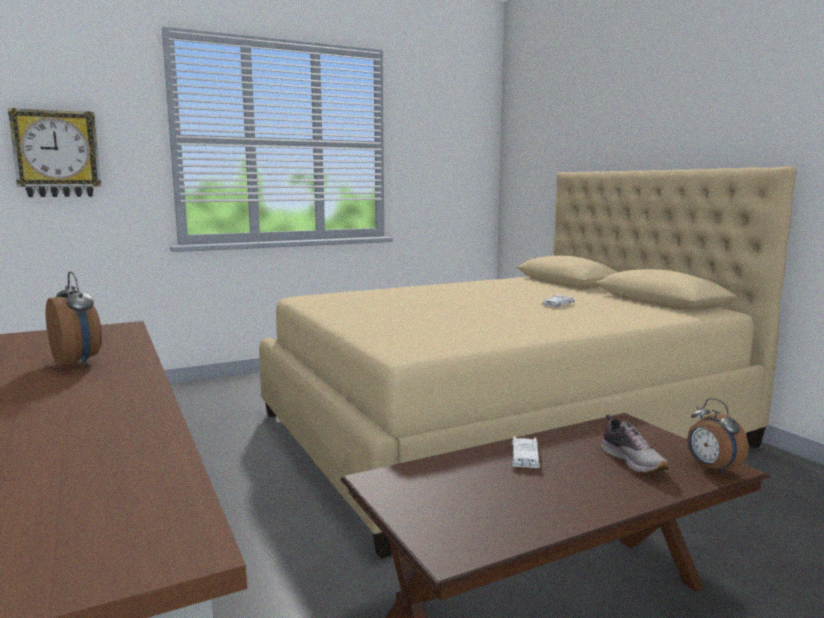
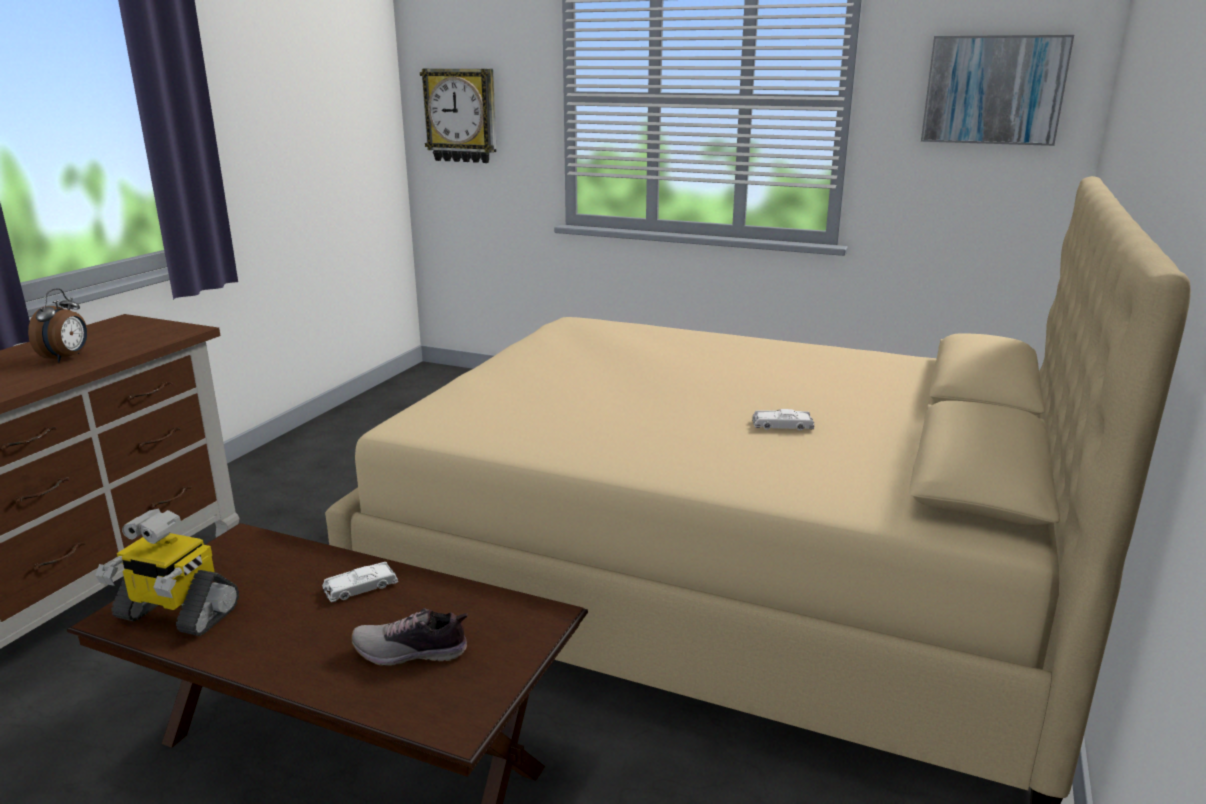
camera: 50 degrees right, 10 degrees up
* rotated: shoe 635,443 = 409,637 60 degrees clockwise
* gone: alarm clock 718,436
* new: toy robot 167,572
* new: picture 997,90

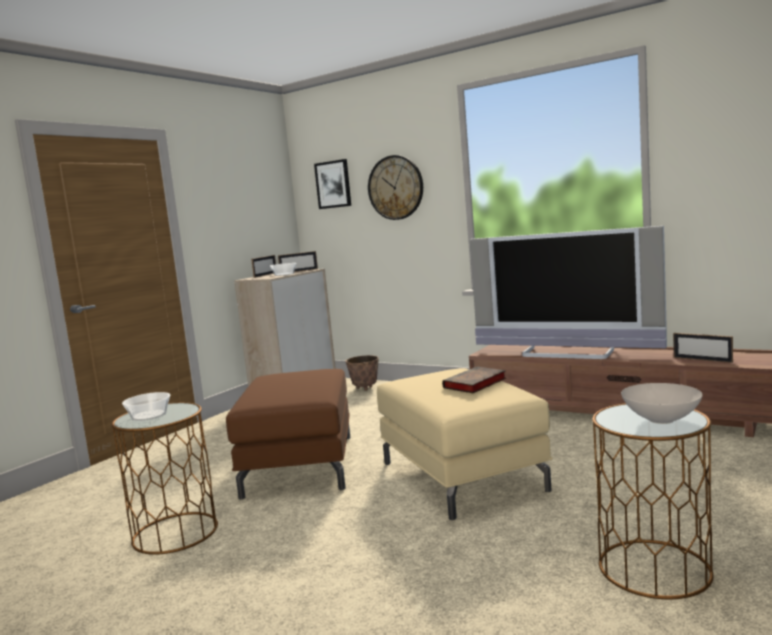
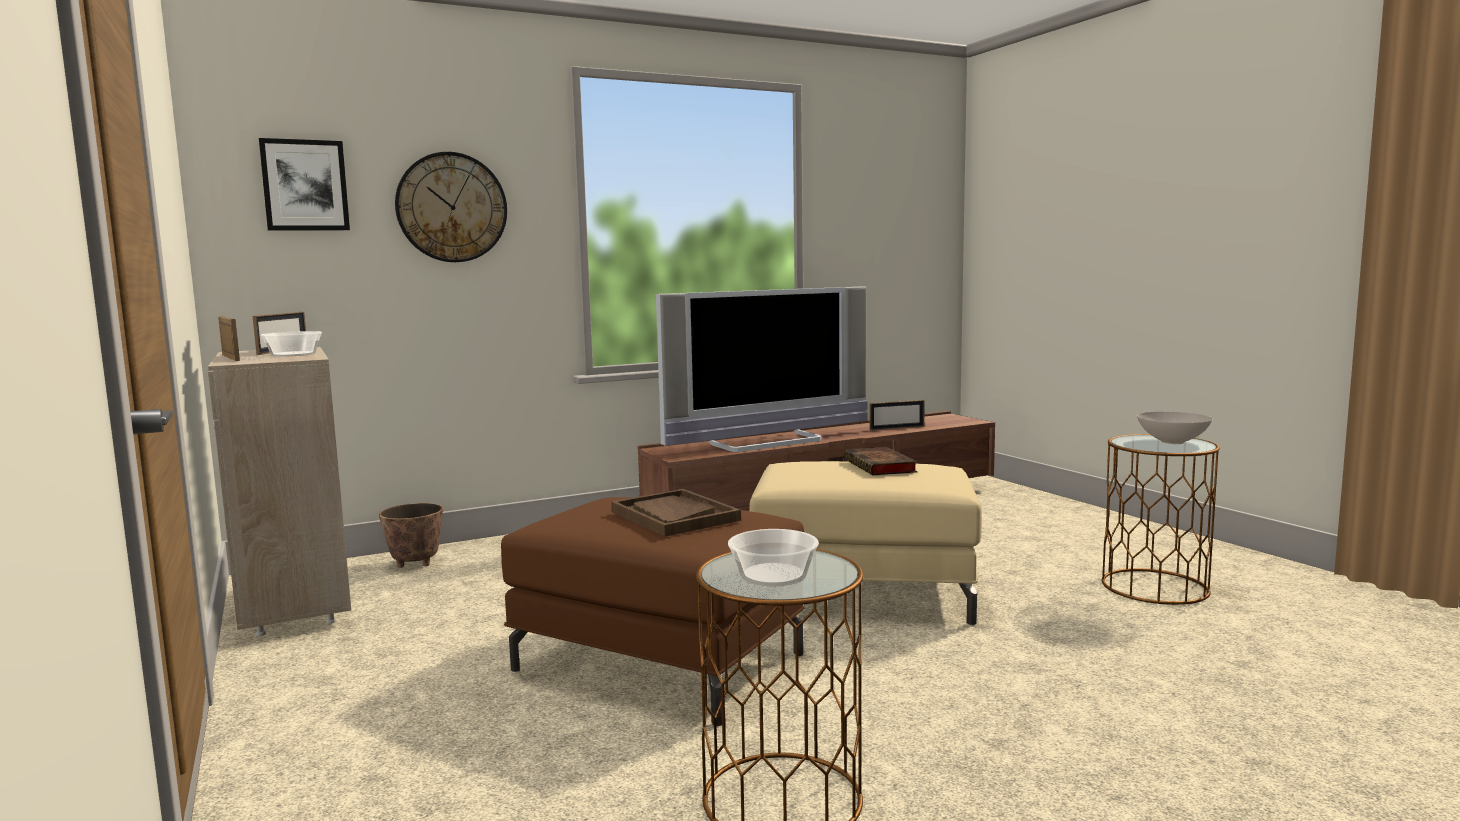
camera: 60 degrees left, 0 degrees up
* new: brown tray 676,513

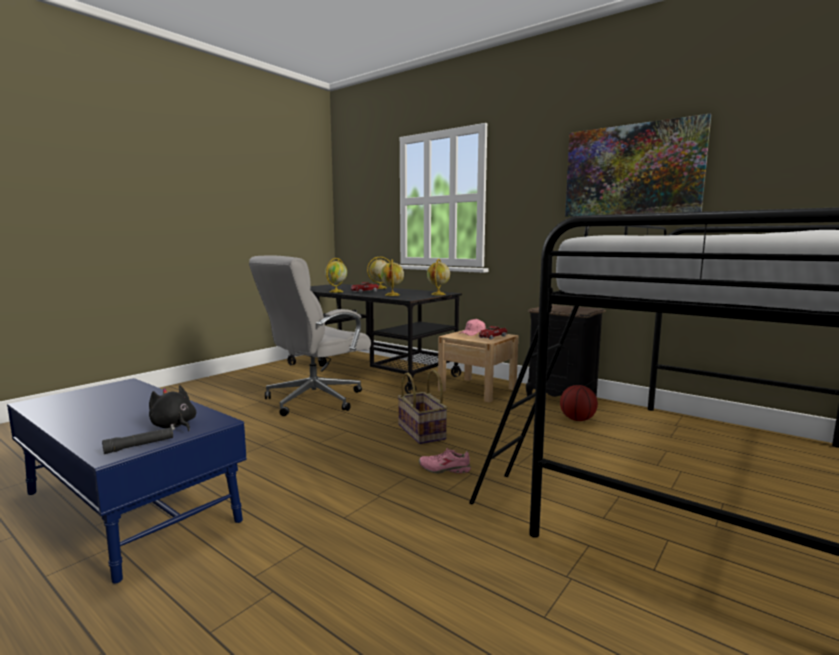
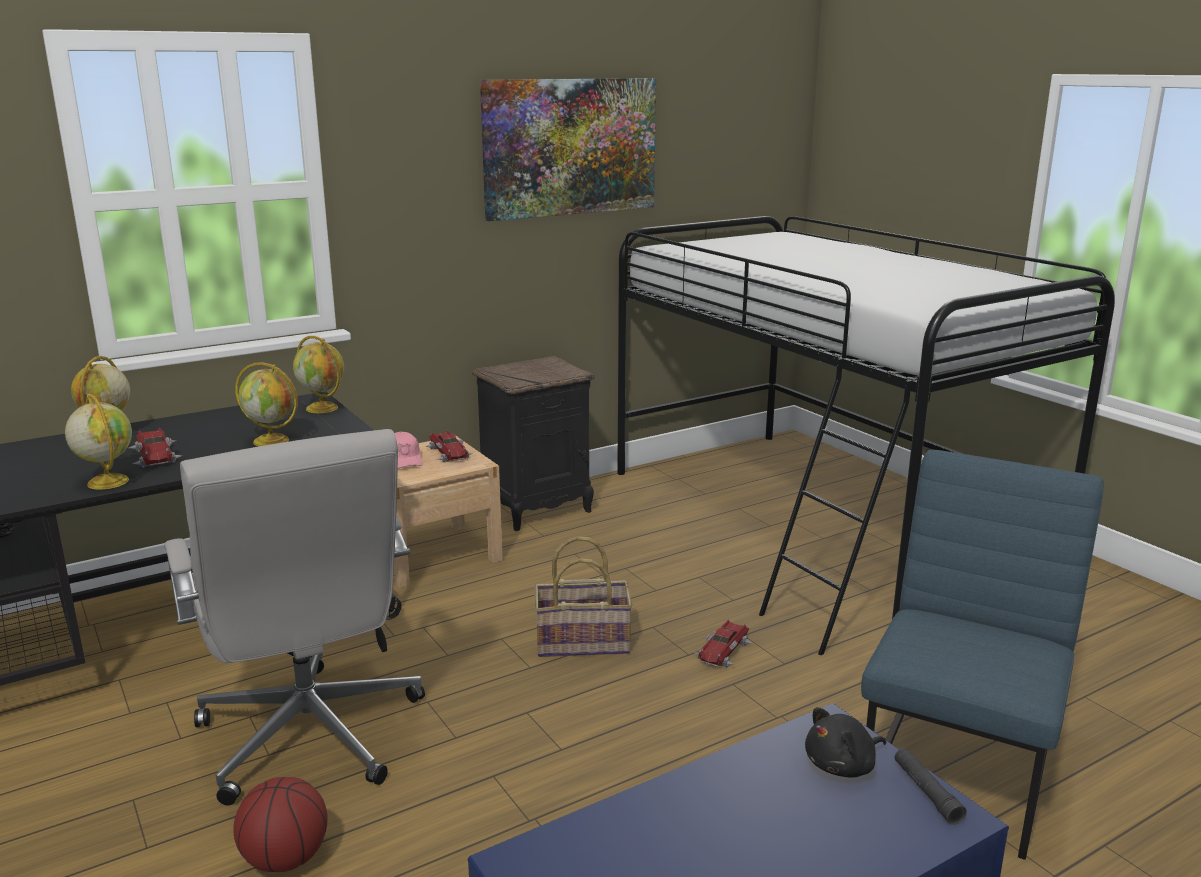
camera: 70 degrees left, 10 degrees up
* swapped: pink shoe 445,461 to toy car 723,644
* shifted: basketball 579,403 to 281,824
* new: blue chair 982,654

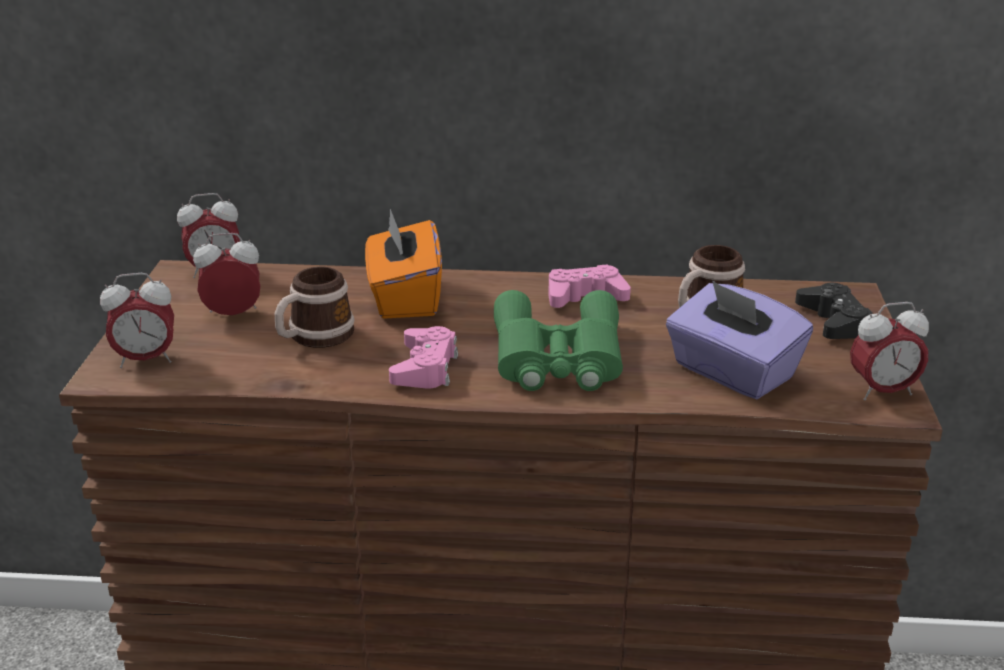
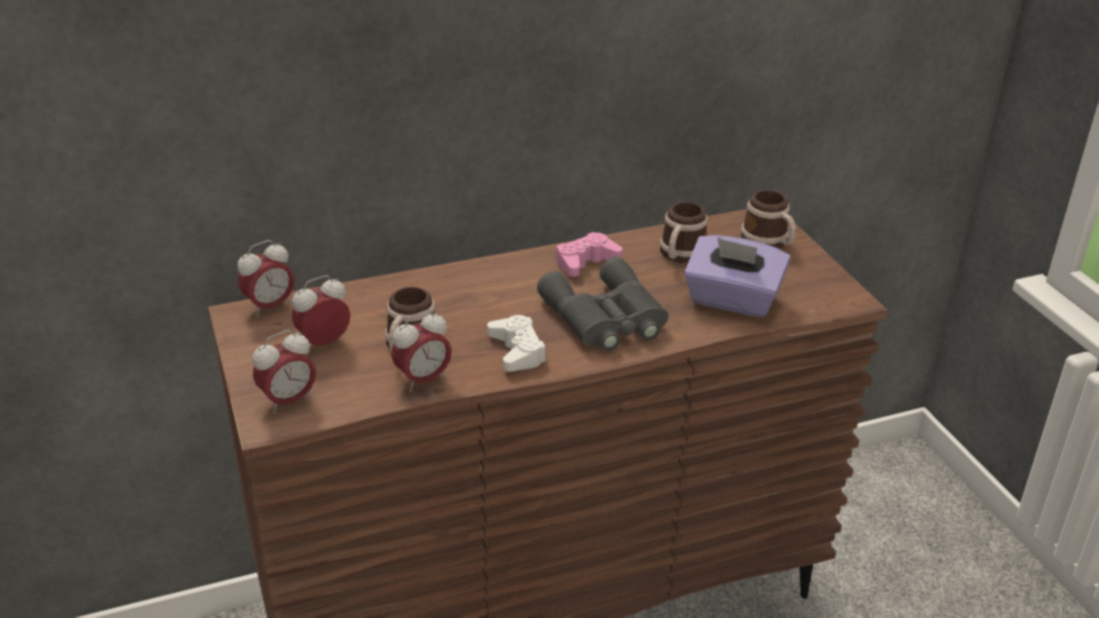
camera: 25 degrees left, 5 degrees up
* gone: orange tissue box 403,264
* repainted: pink game controller 423,357 to white game controller 517,343
* repainted: green binoculars 558,340 to grey binoculars 602,304
* swapped: black game controller 834,311 to mug 768,219
* shifted: alarm clock 889,351 to 421,351

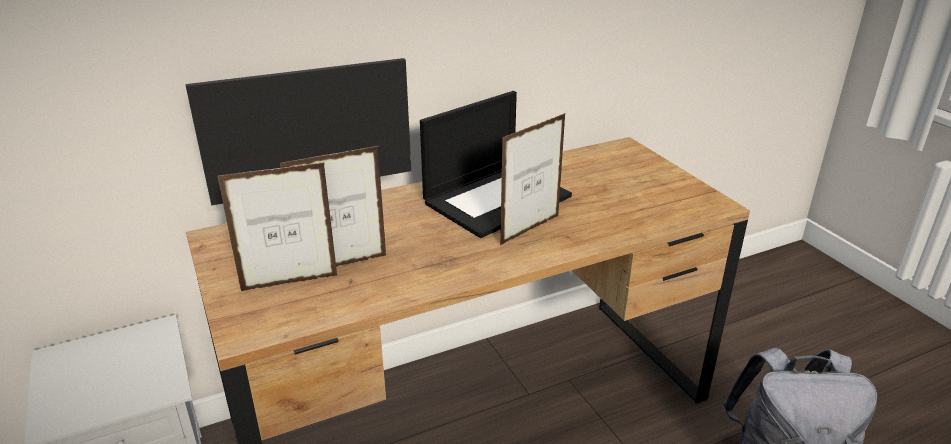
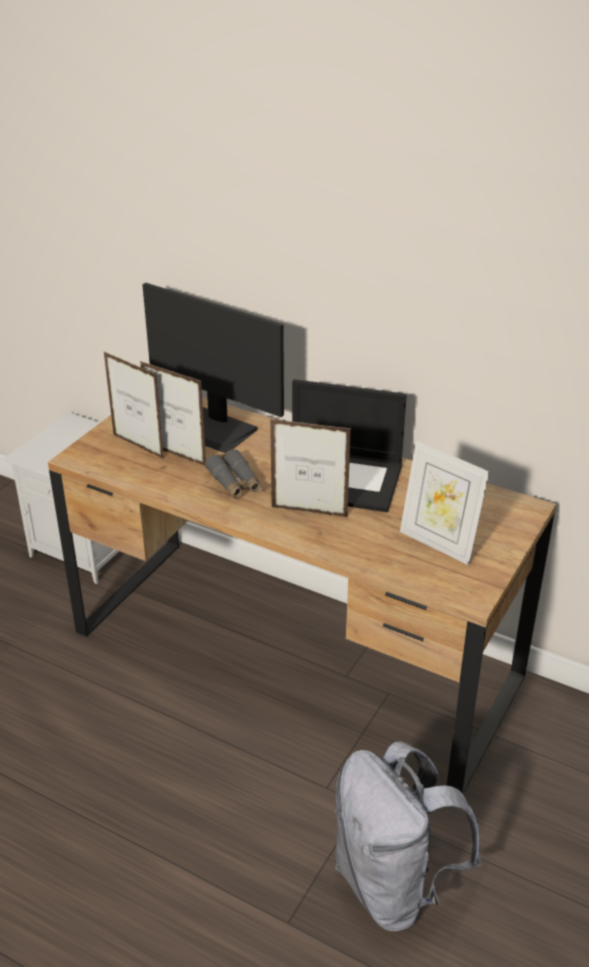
camera: 55 degrees right, 5 degrees up
* new: grey binoculars 234,474
* new: picture frame 445,502

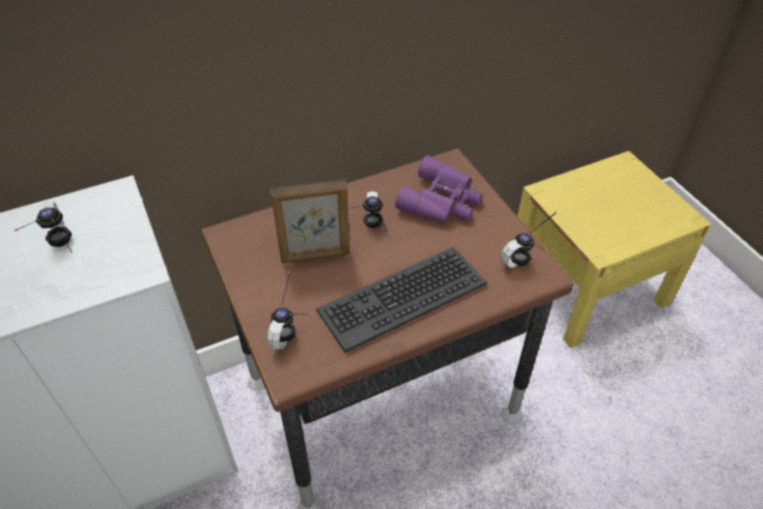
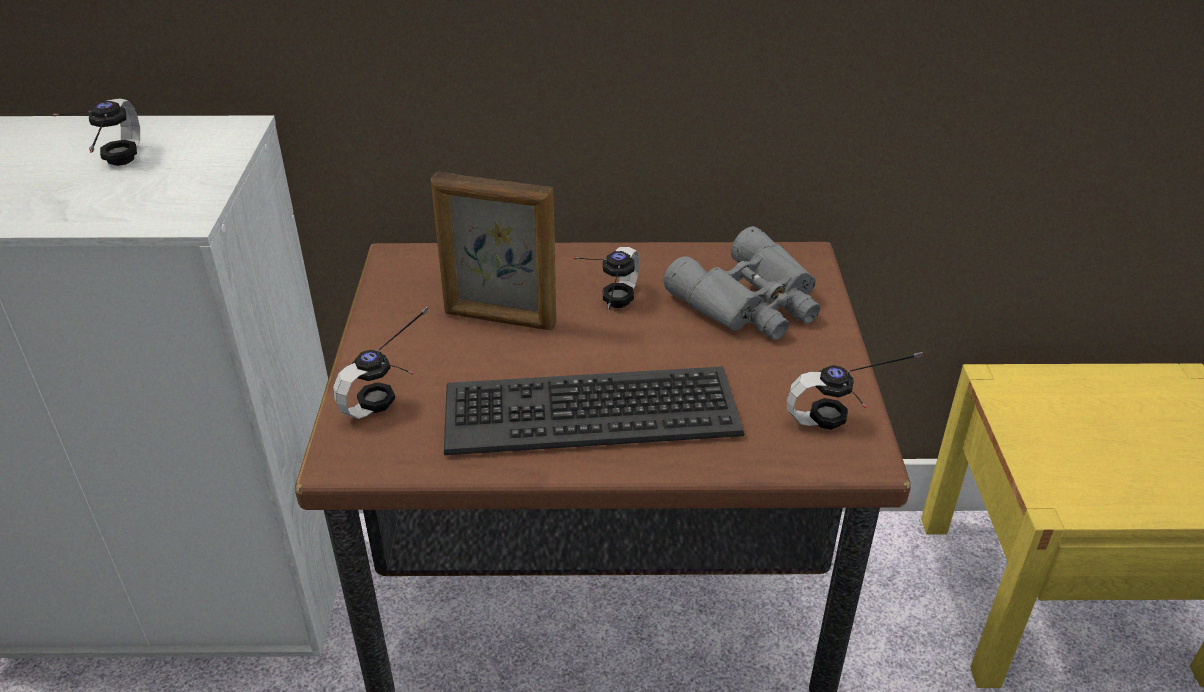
camera: 25 degrees right, 10 degrees down
* repainted: purple binoculars 438,189 to grey binoculars 741,283

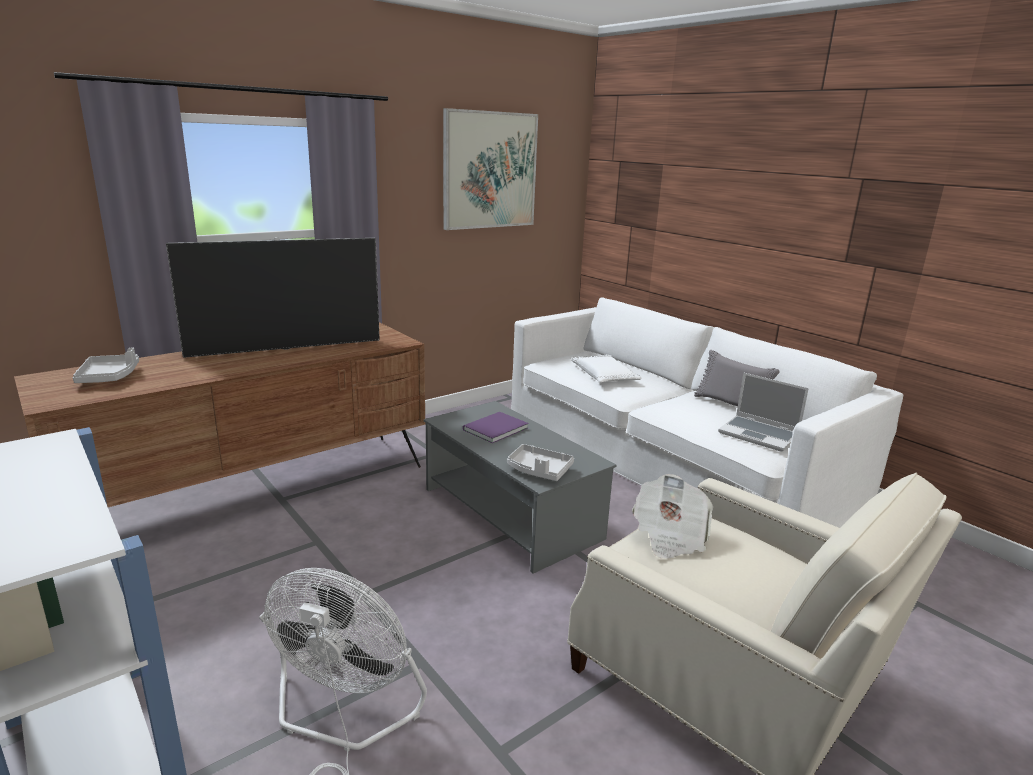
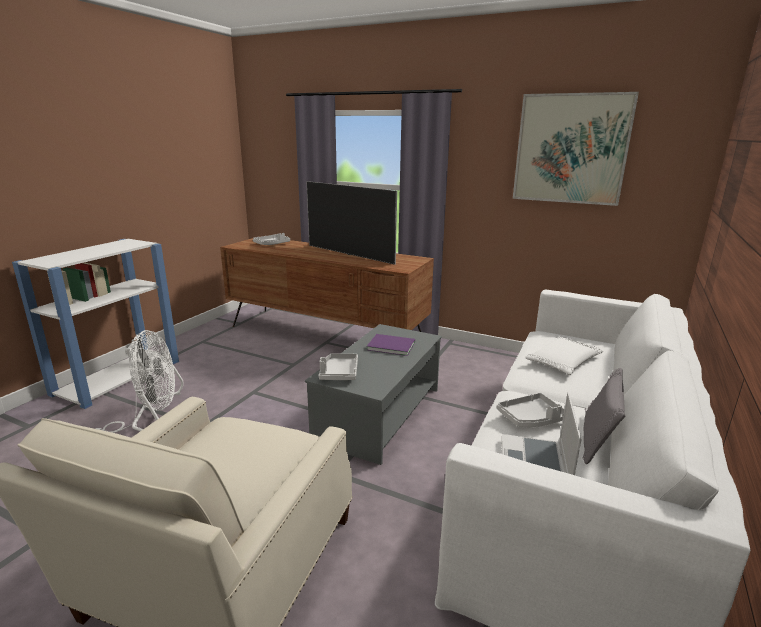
camera: 65 degrees right, 0 degrees up
* gone: newspaper 672,516
* new: grey tray 531,410

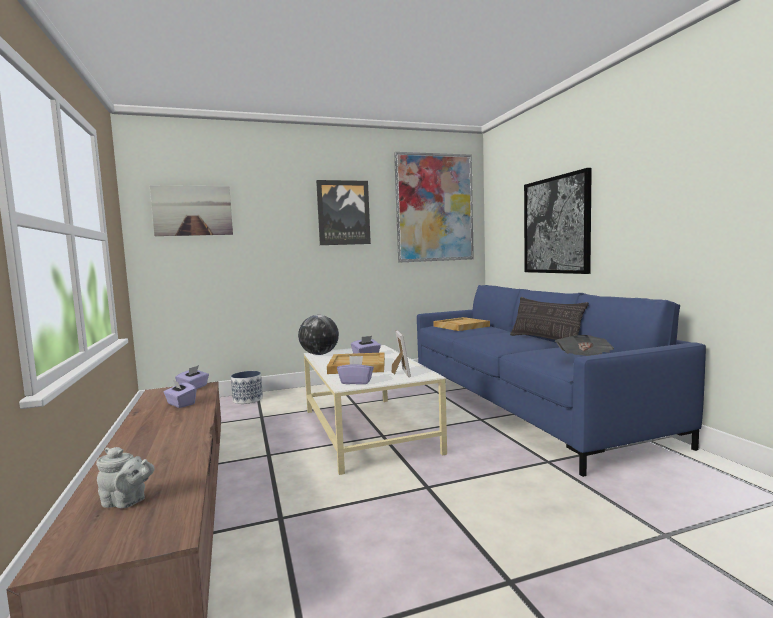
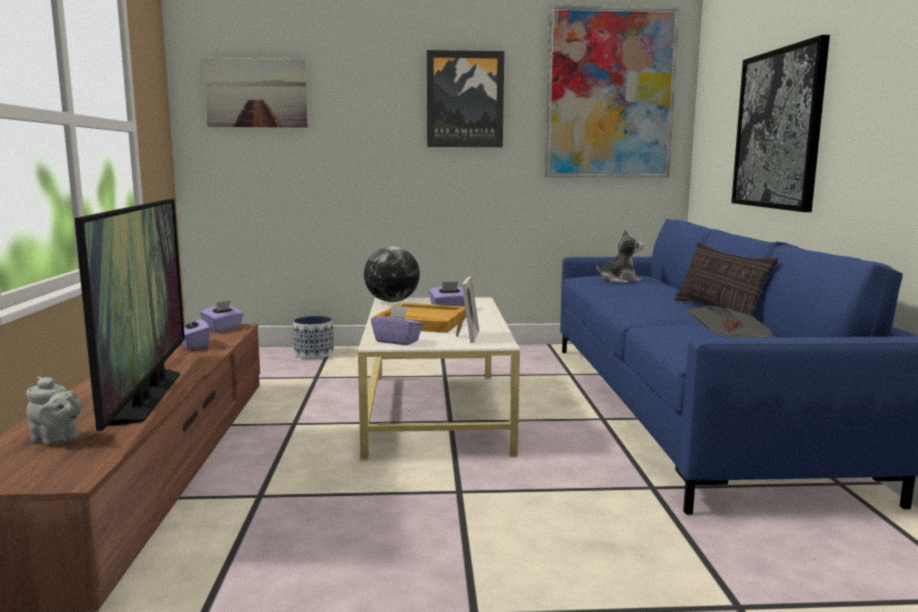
camera: 15 degrees right, 5 degrees up
* swapped: beige tray 461,324 to plush toy 619,256
* new: television 130,315

